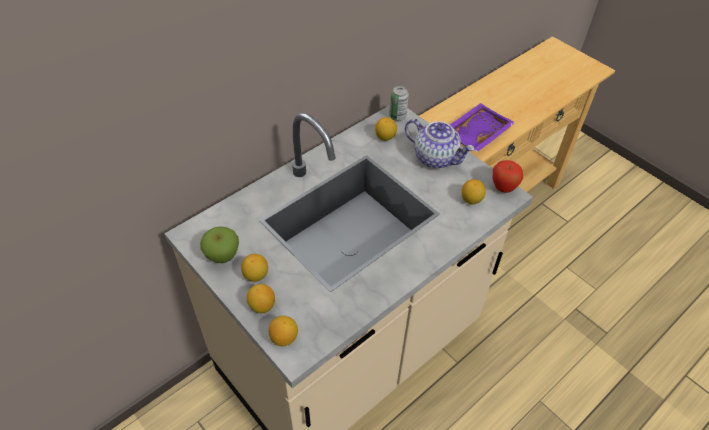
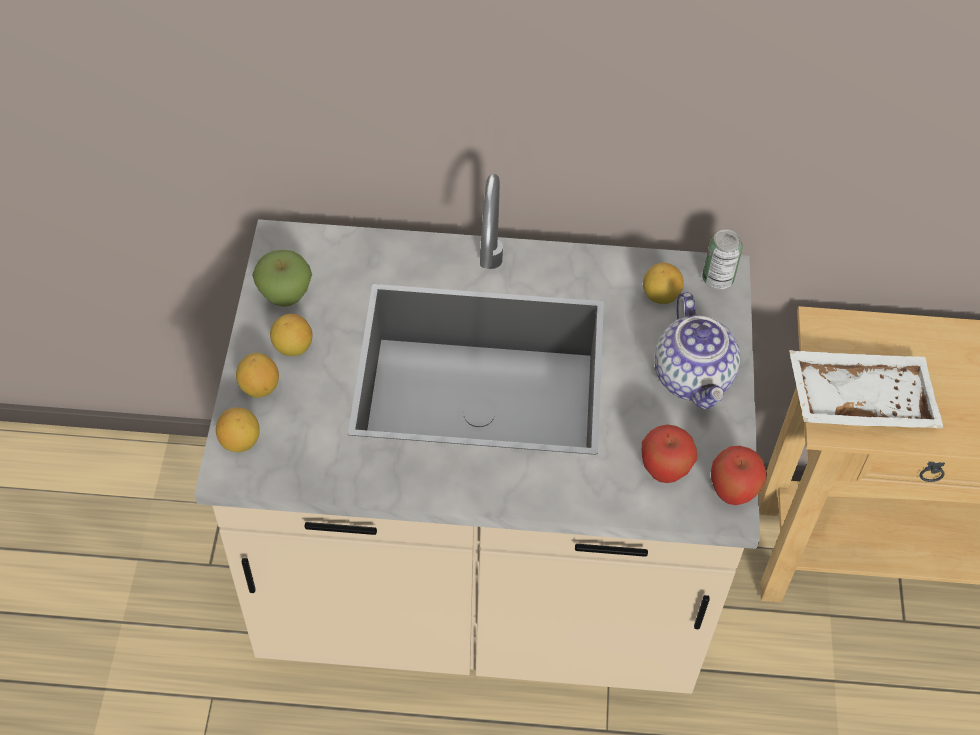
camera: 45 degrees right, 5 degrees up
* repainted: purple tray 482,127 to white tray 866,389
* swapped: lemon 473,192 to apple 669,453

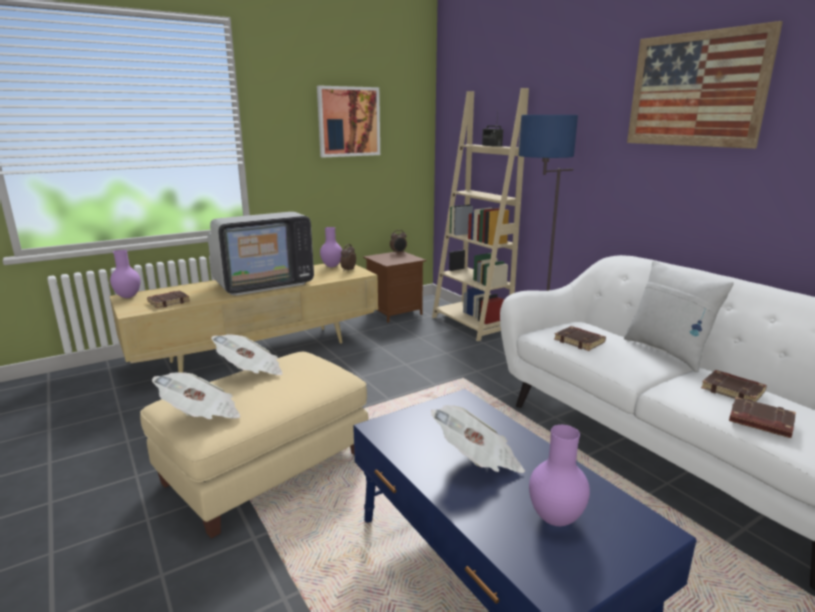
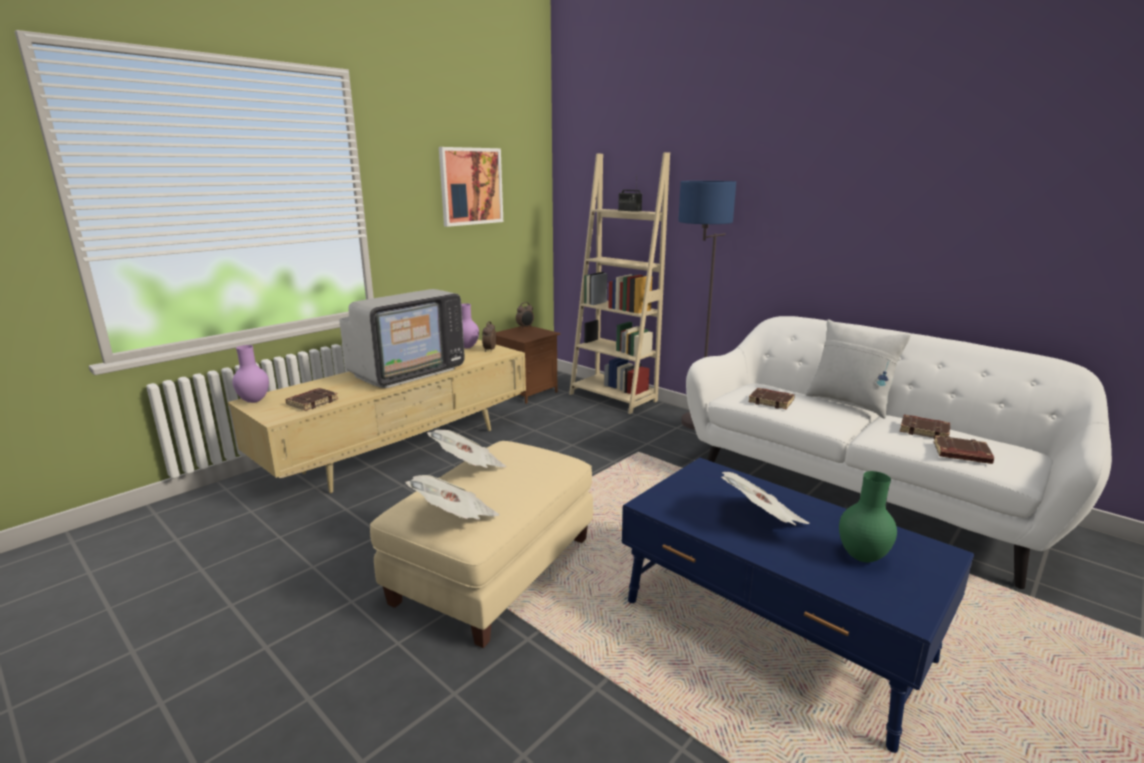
camera: 15 degrees left, 0 degrees up
* repainted: purple vase 559,475 to green vase 868,516
* gone: picture 705,85

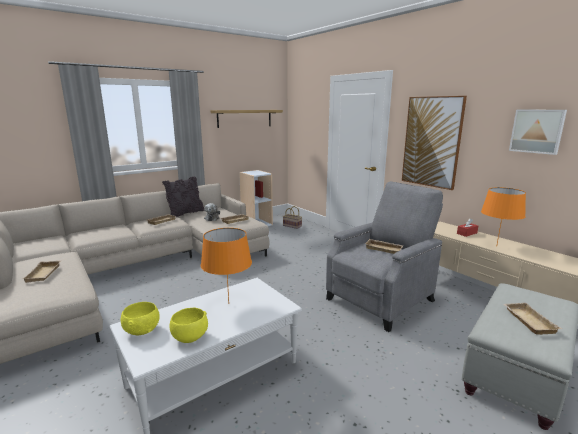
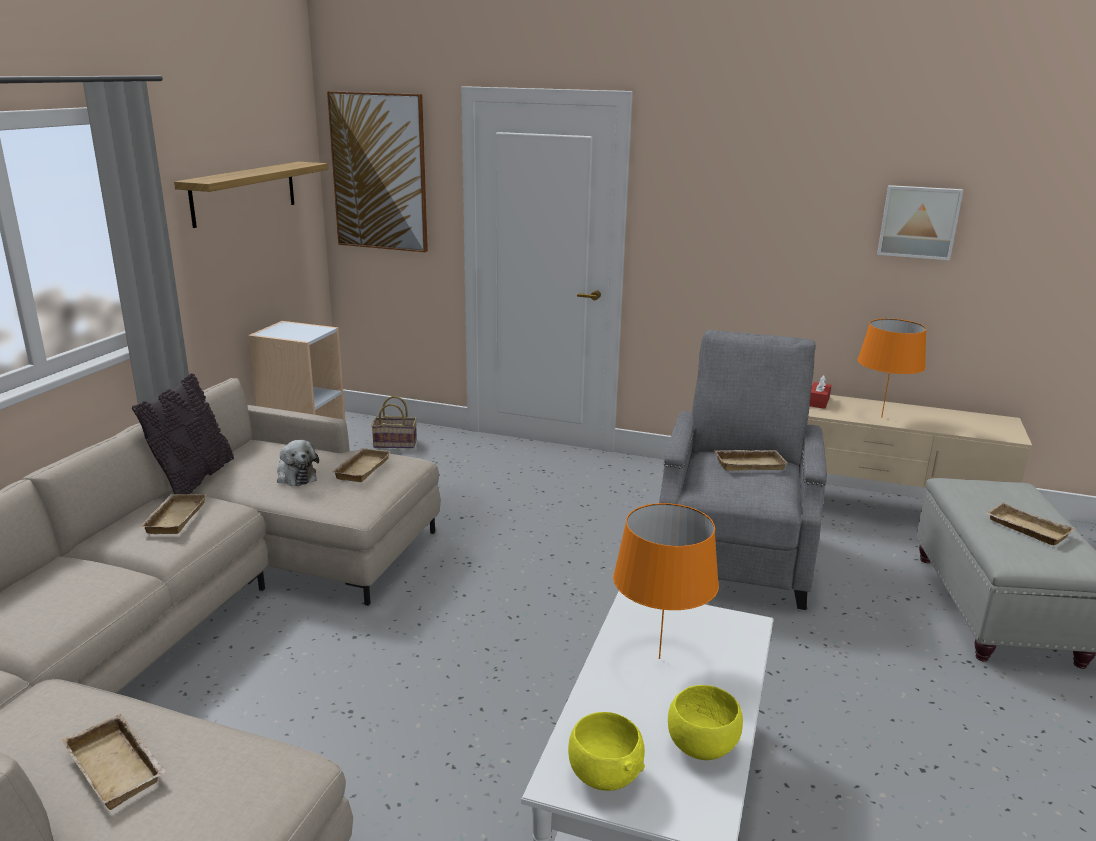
camera: 35 degrees left, 5 degrees up
* shifted: picture 434,143 to 377,171

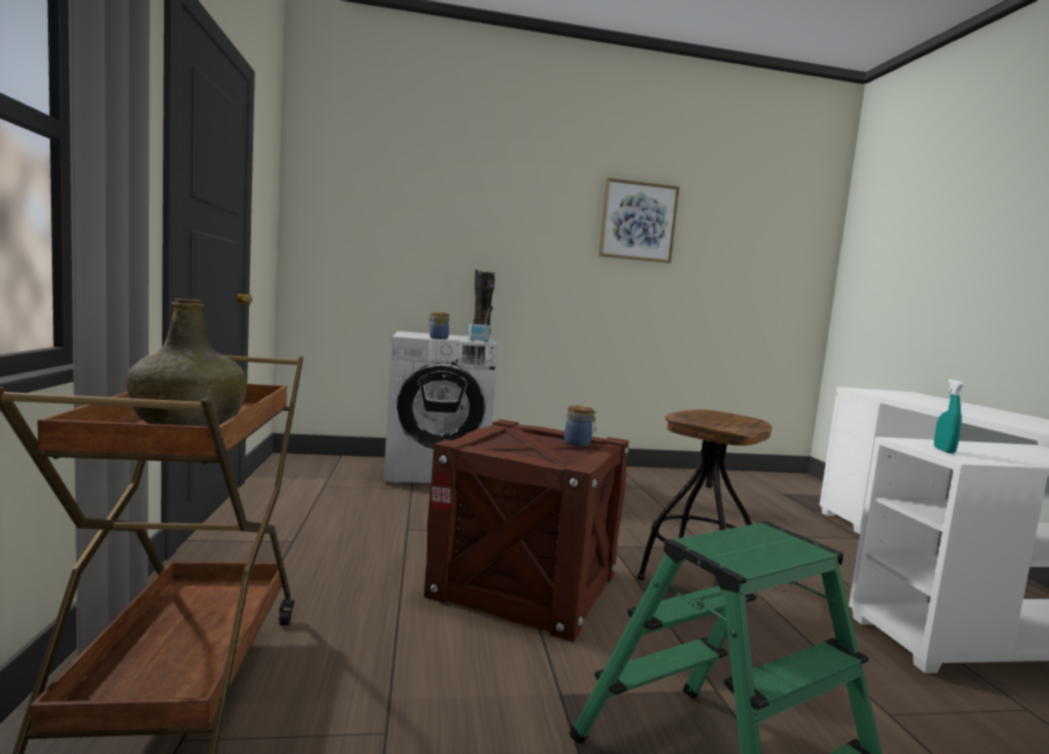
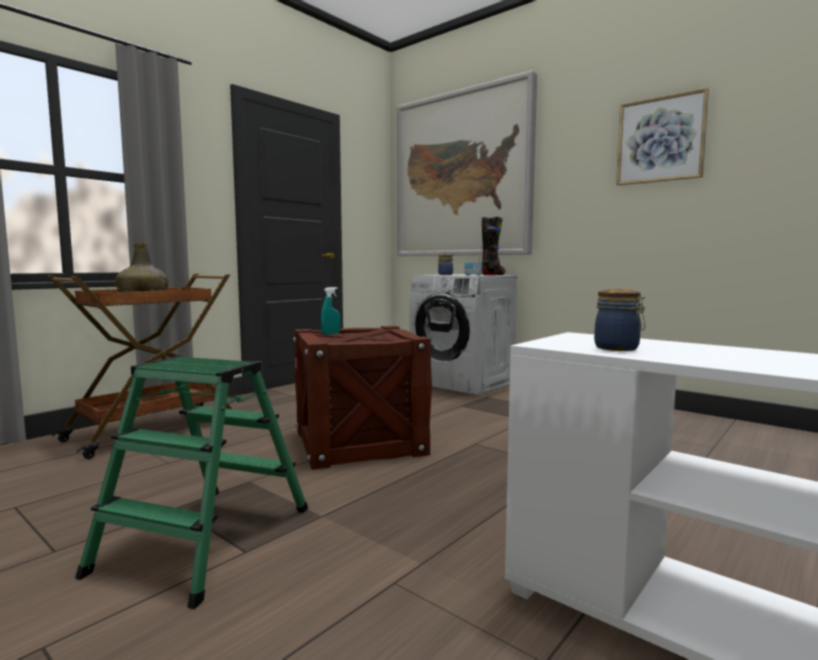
camera: 50 degrees right, 0 degrees up
* shifted: jar 580,426 to 619,320
* gone: brown stool 704,511
* shifted: turquoise spray bottle 949,416 to 331,311
* new: picture 467,163

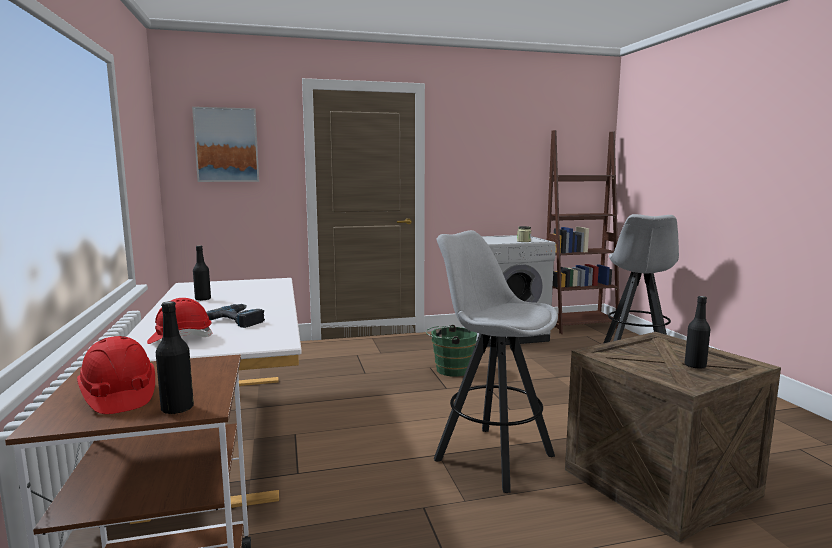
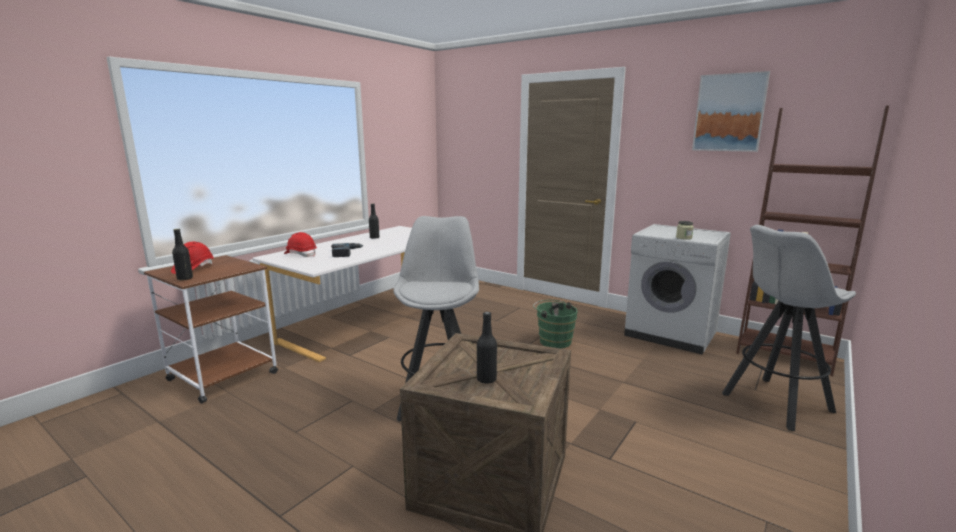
camera: 50 degrees right, 5 degrees up
* shifted: picture 225,144 to 731,111

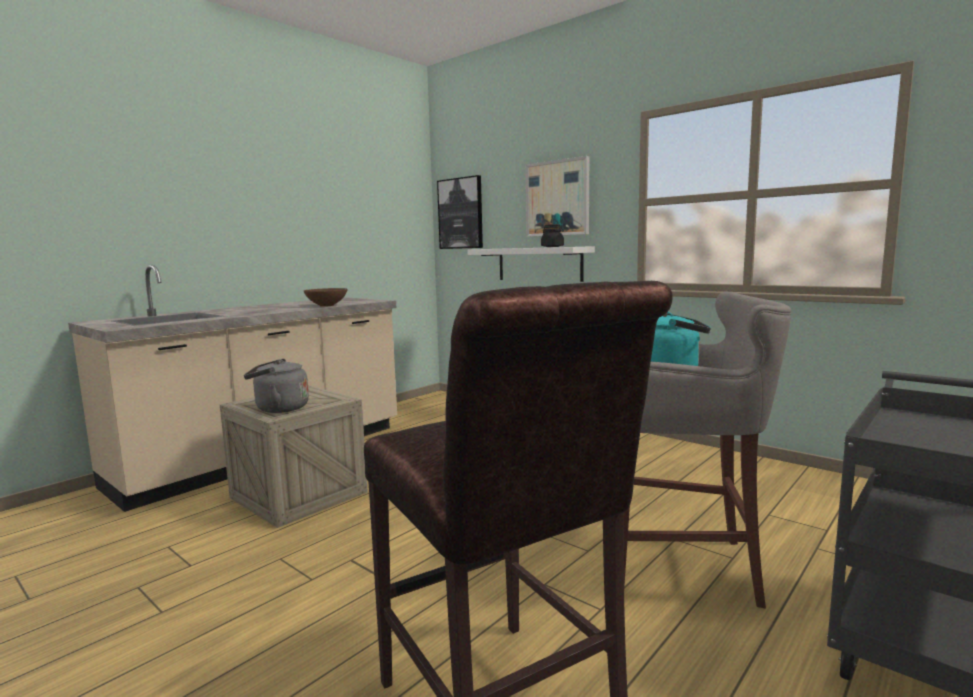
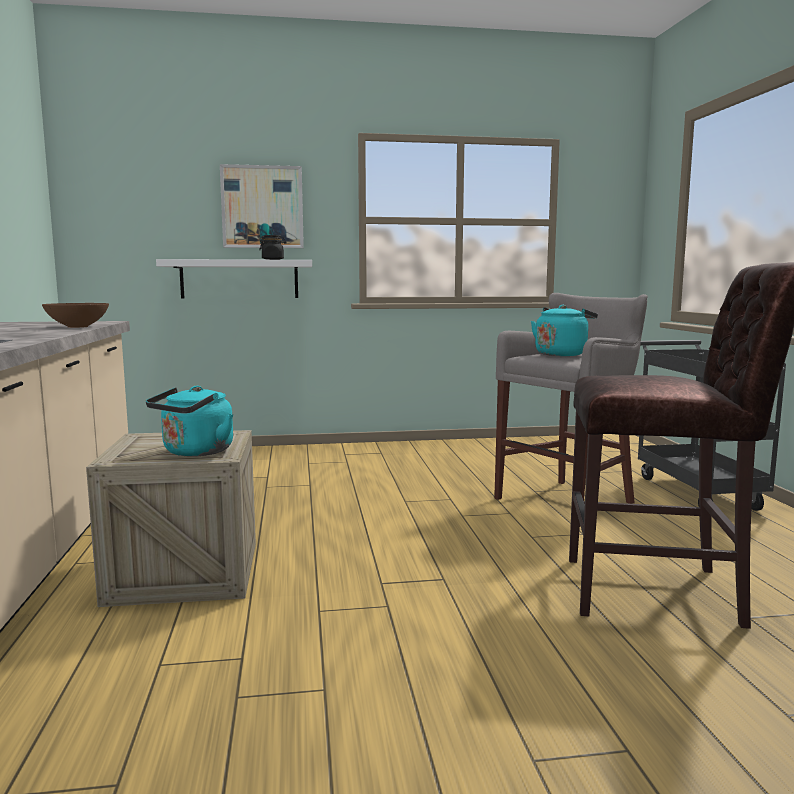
camera: 50 degrees left, 0 degrees up
* repainted: grey kettle 276,386 to turquoise kettle 189,421
* gone: picture 460,212

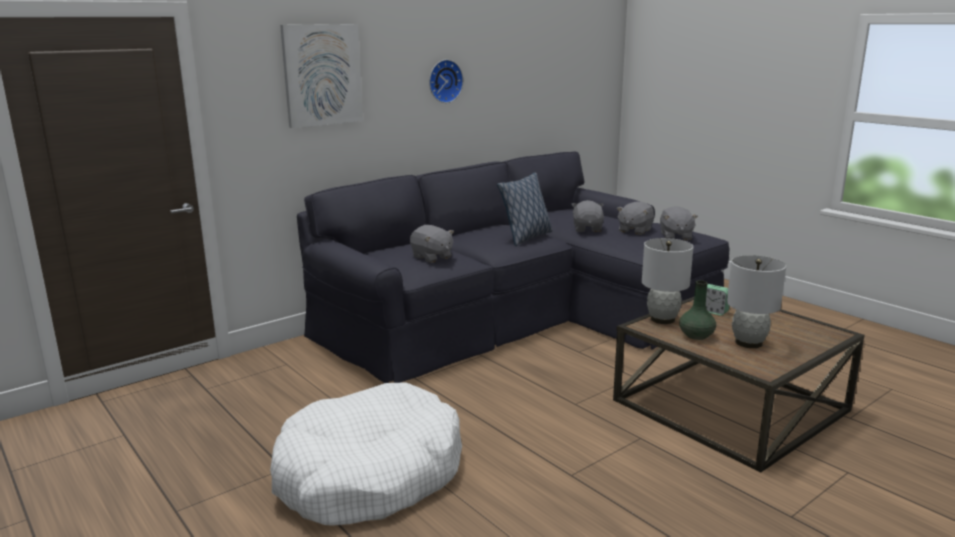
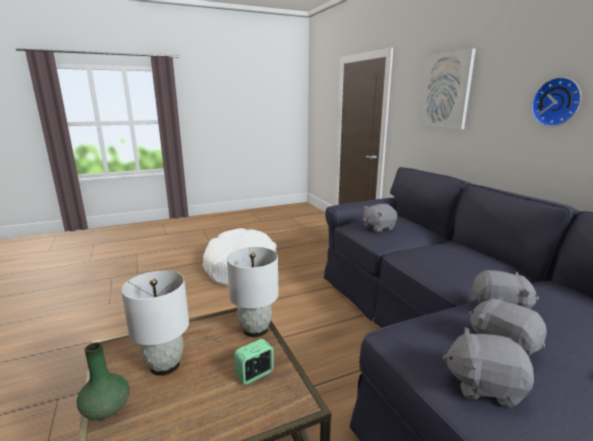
camera: 105 degrees right, 0 degrees up
* gone: pillow 525,209
* shifted: green vase 697,310 to 103,381

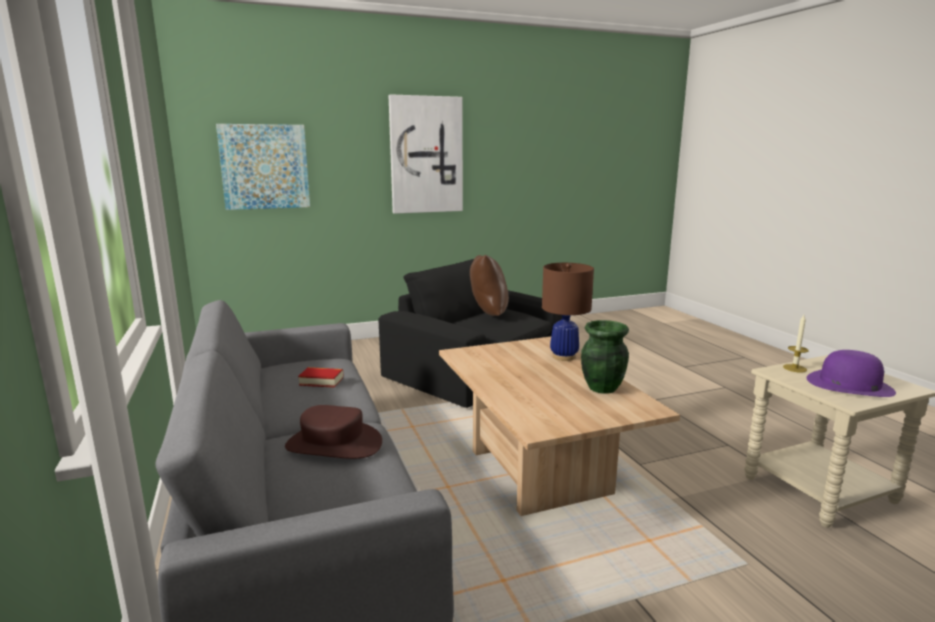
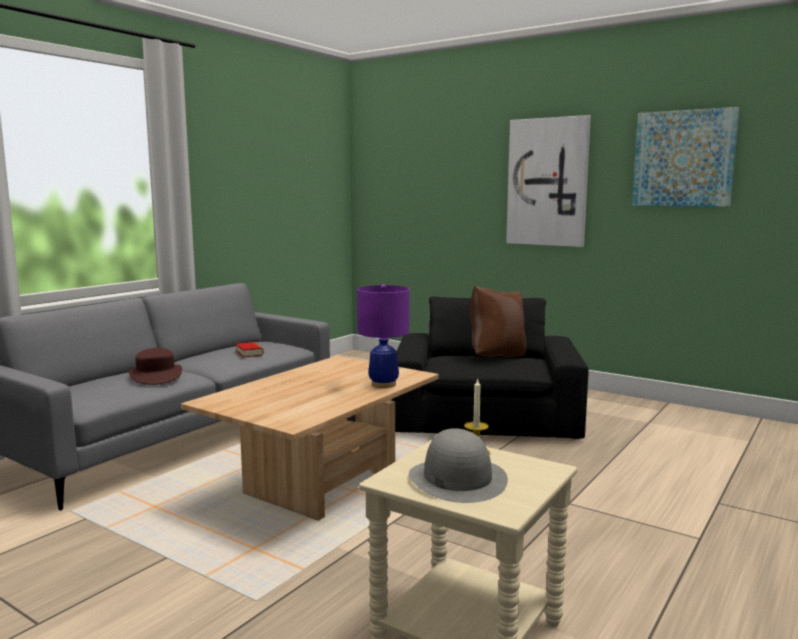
camera: 55 degrees right, 5 degrees down
* shifted: picture 263,167 to 685,157
* repainted: brown table lamp 568,312 to purple table lamp 383,336
* gone: green vase 605,357
* repainted: purple hat 851,373 to grey hat 458,465

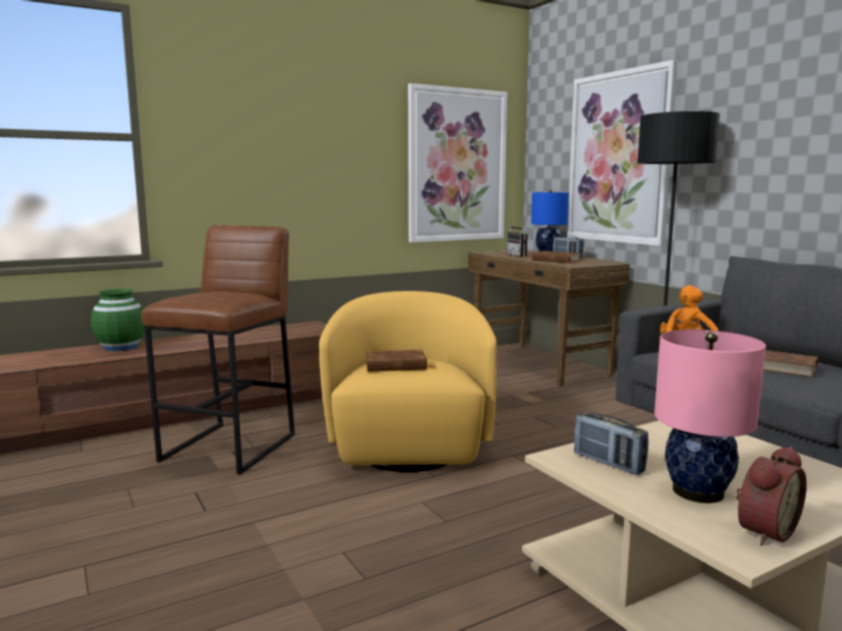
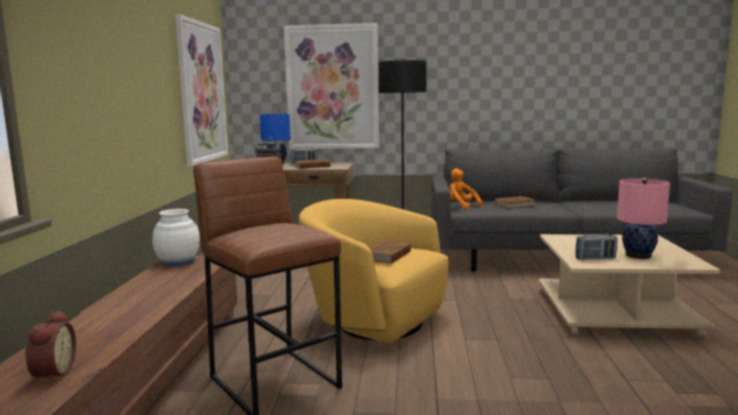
camera: 55 degrees left, 0 degrees up
* gone: green vase 118,320
* shifted: alarm clock 771,496 to 50,347
* new: white vase 176,237

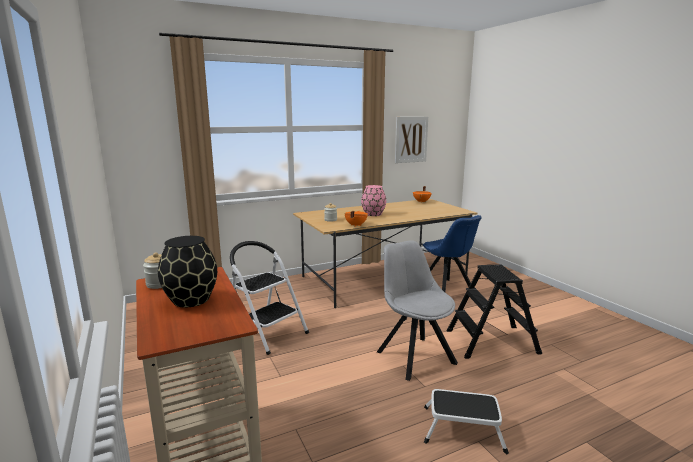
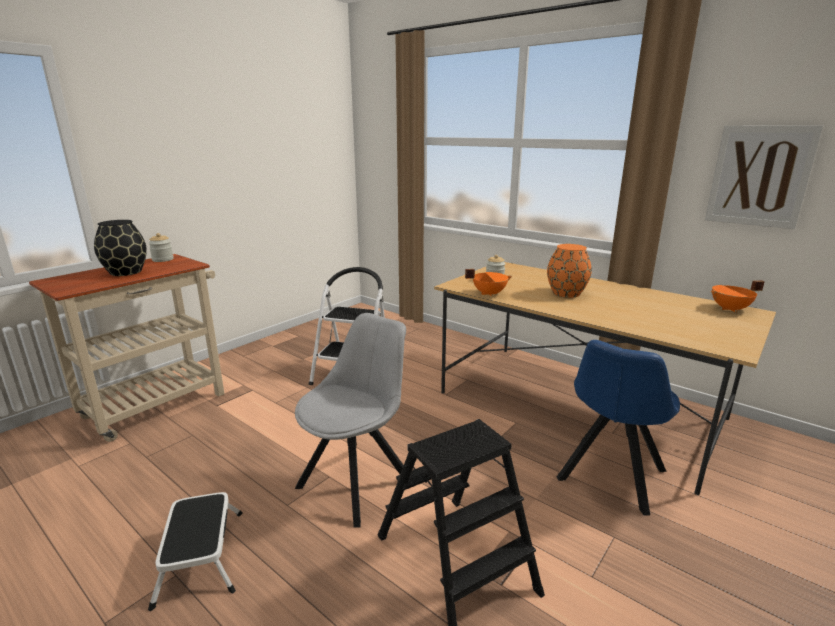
camera: 65 degrees right, 5 degrees up
* repainted: pink vase 373,200 to orange vase 569,271

